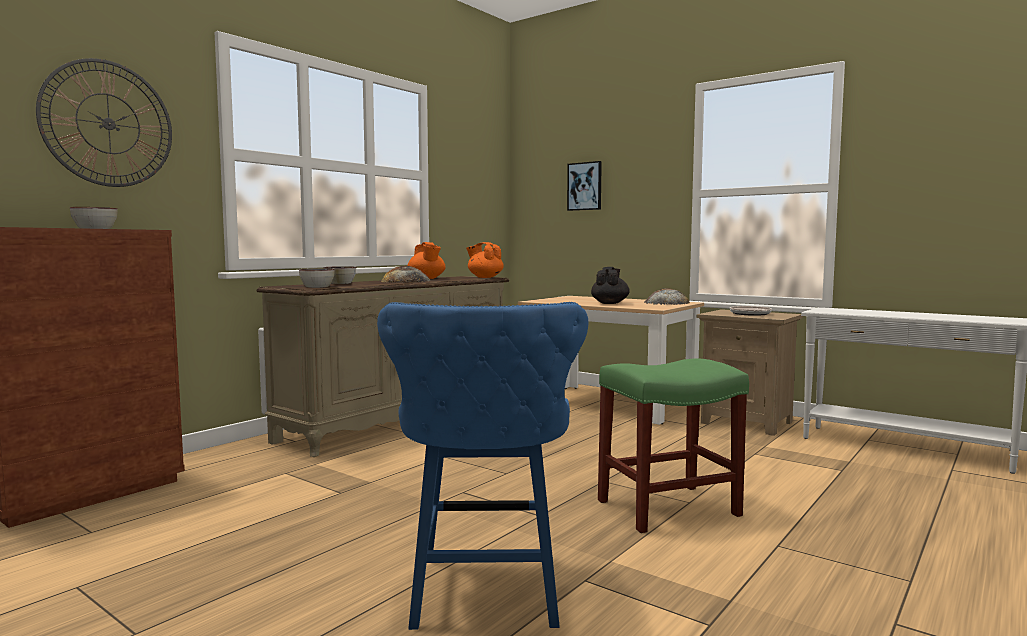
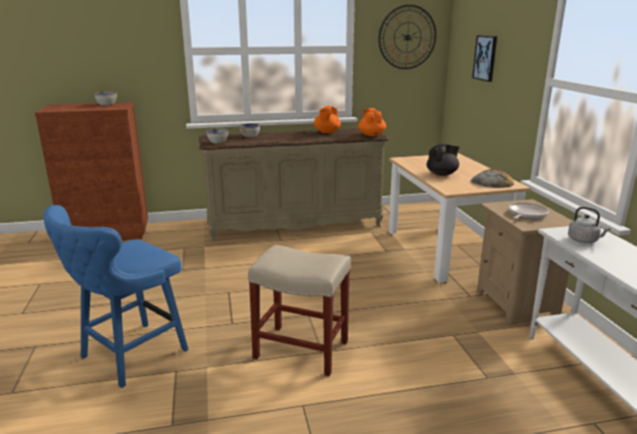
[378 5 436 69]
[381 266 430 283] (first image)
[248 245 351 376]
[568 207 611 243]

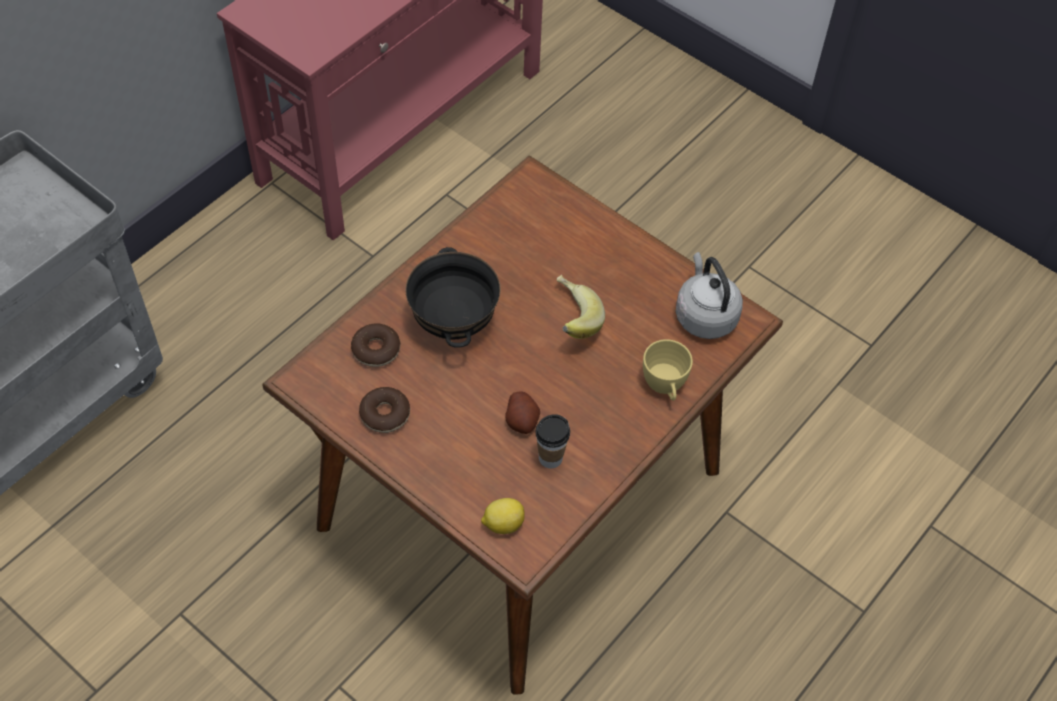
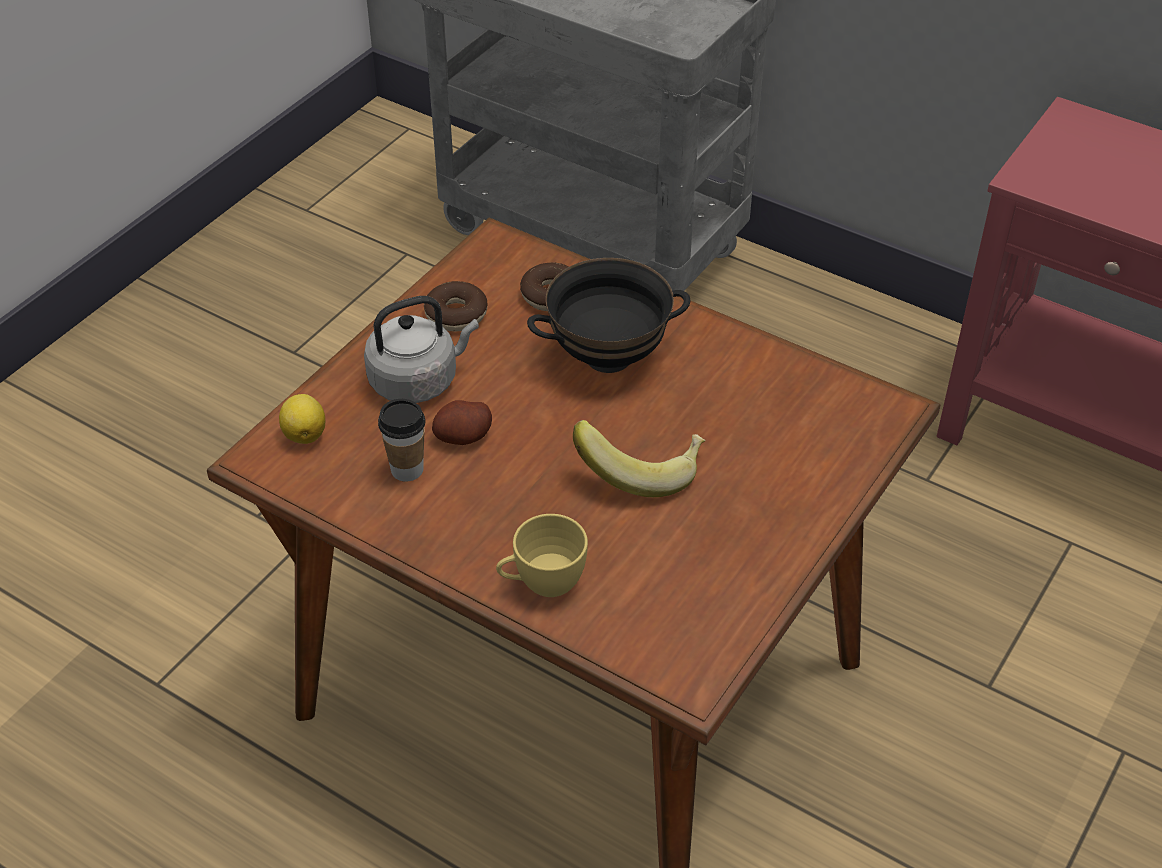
[364 296 479 403]

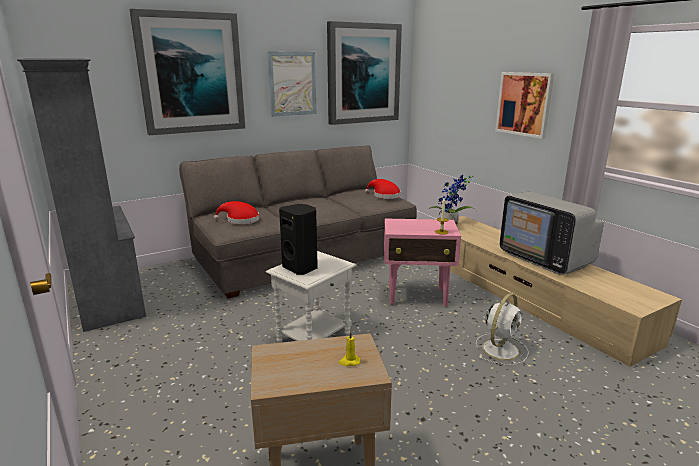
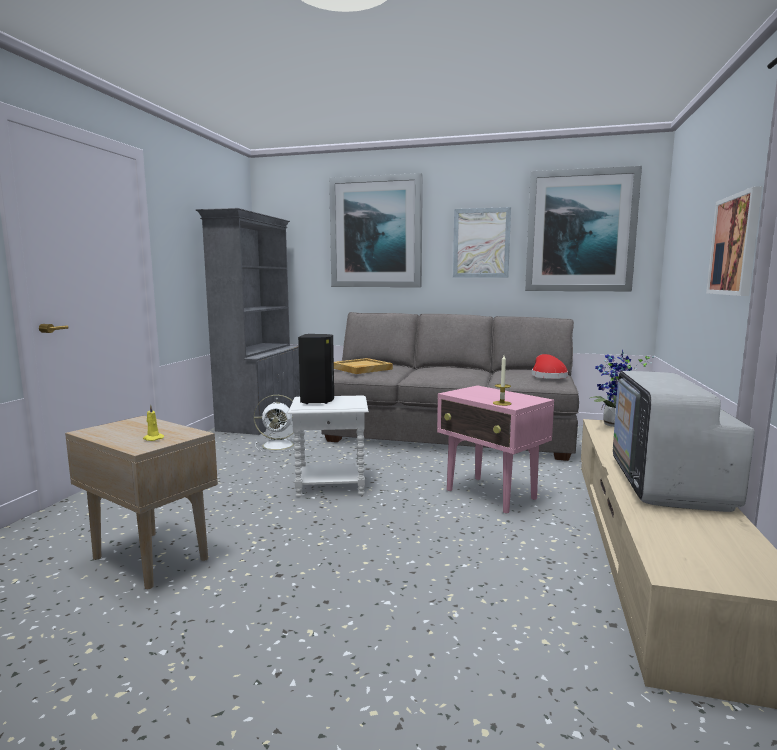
[334 358 393 374]
[254 395 294 452]

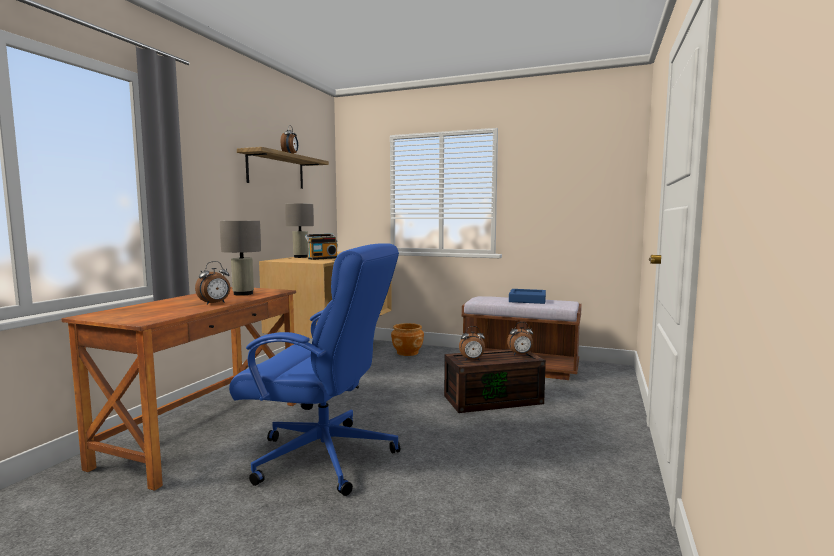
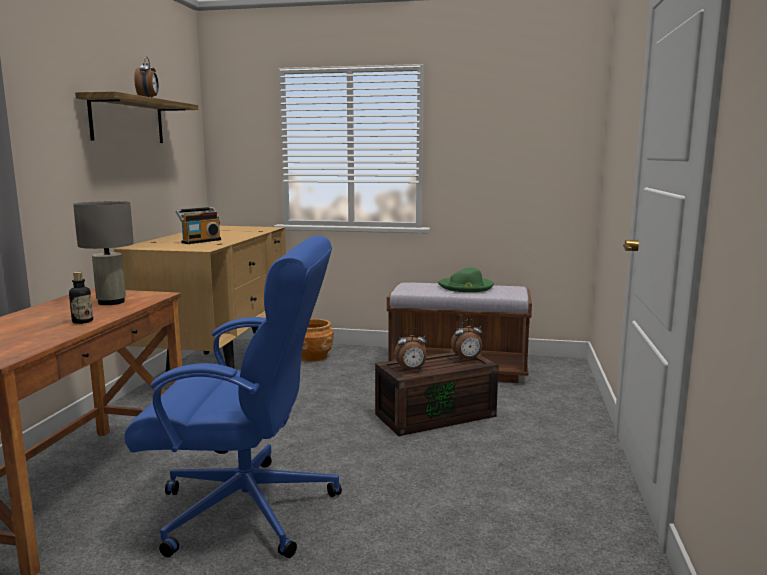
[285 203 314 258] (first image)
[69 272 93 324]
[438 268 494 292]

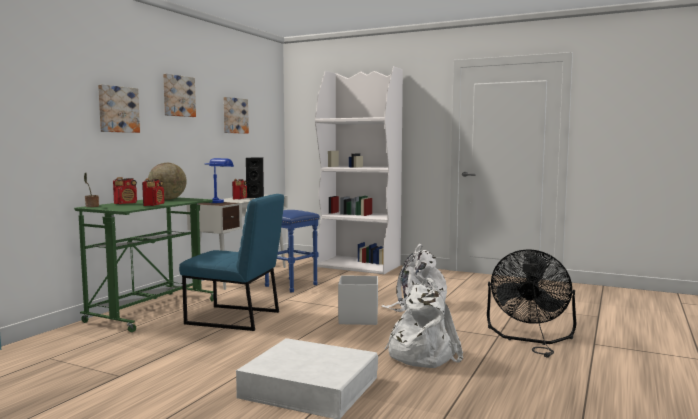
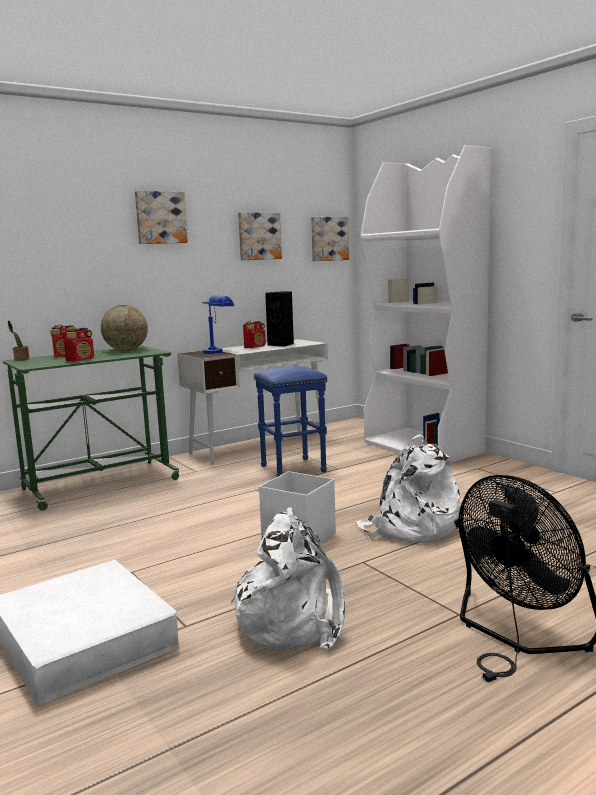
[311 217 349 261]
[179 194 284 331] (first image)

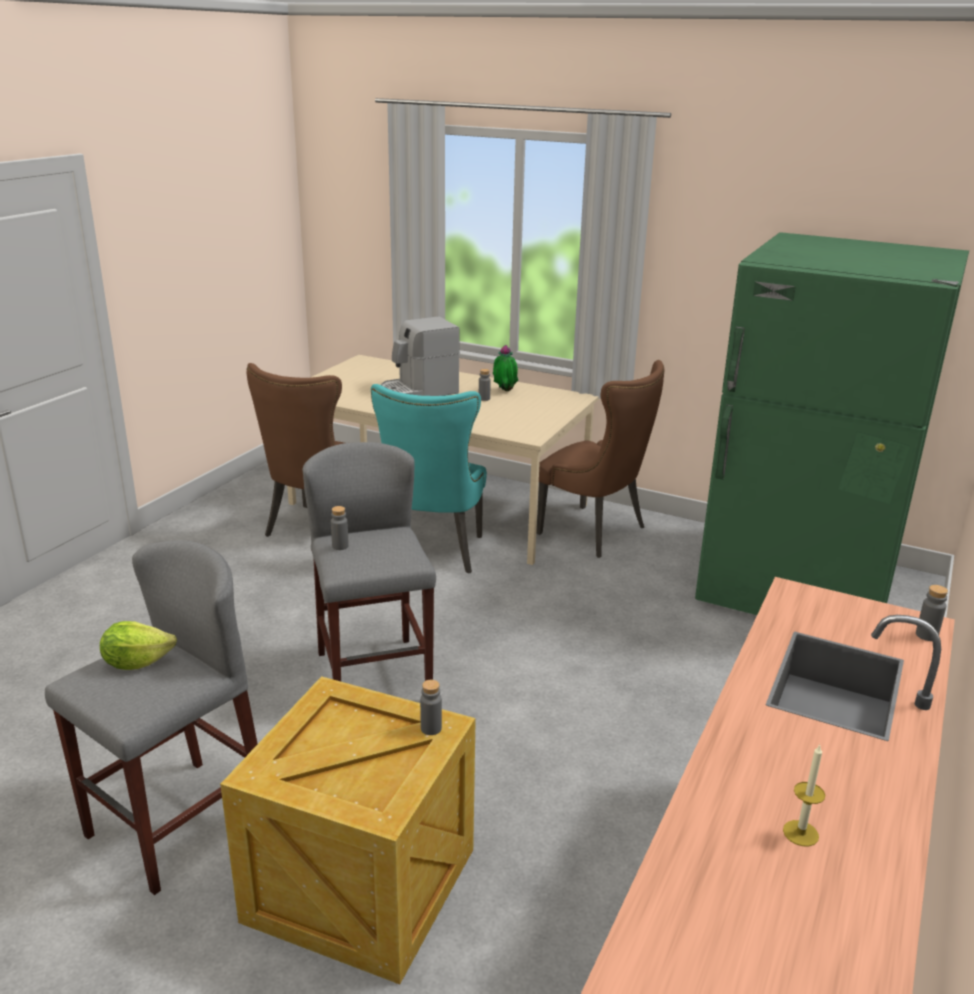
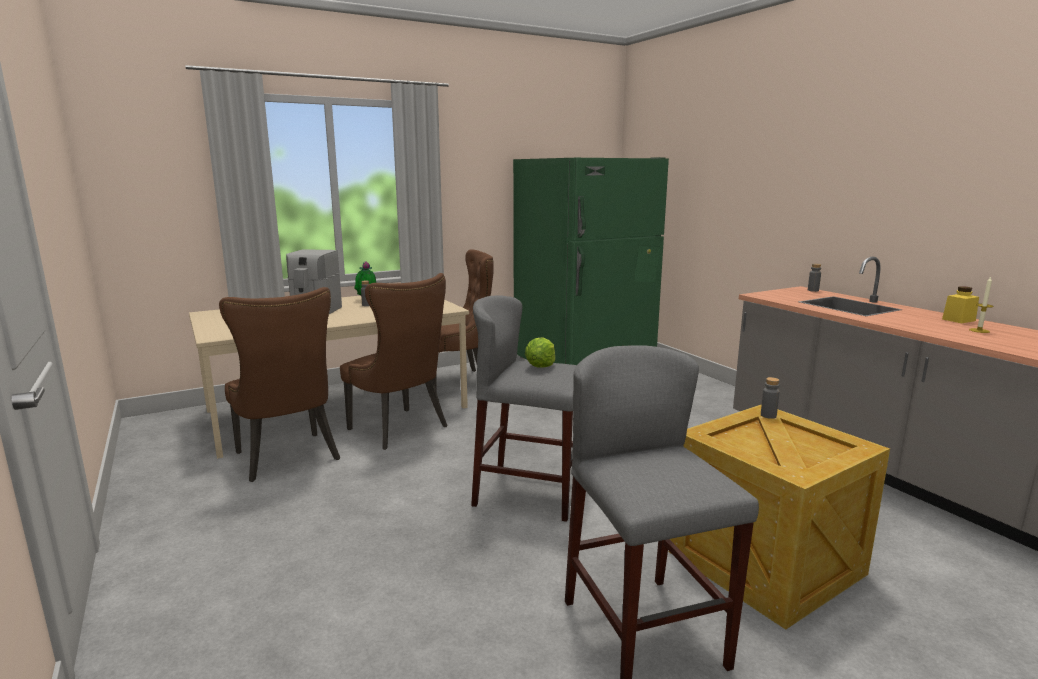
[340 273 447 450]
[331 506 349 550] (first image)
[525 337 555 368]
[942 286 979 323]

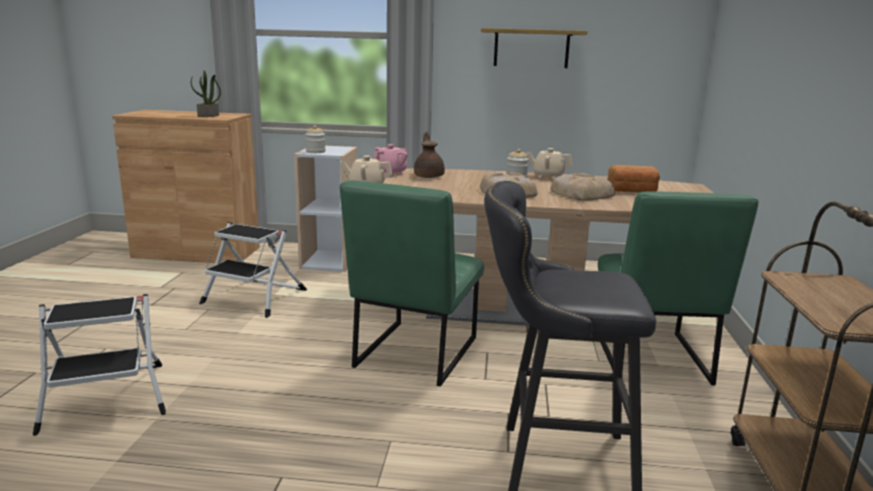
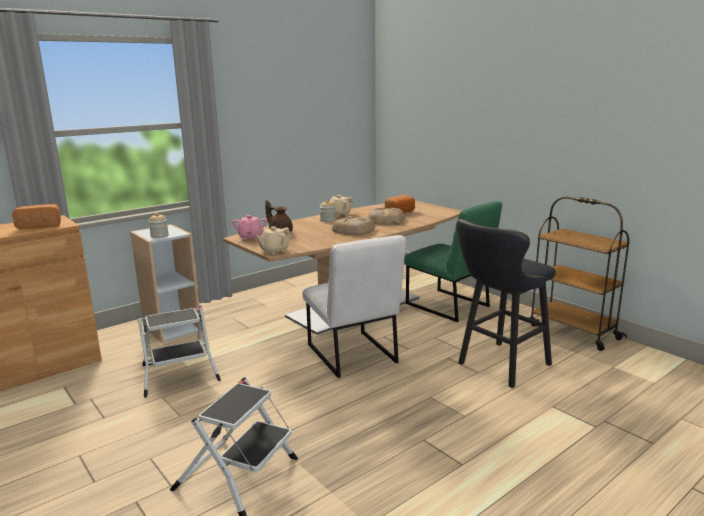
[481 28 588 68] (first image)
[12 204 61 229]
[303 235 406 378]

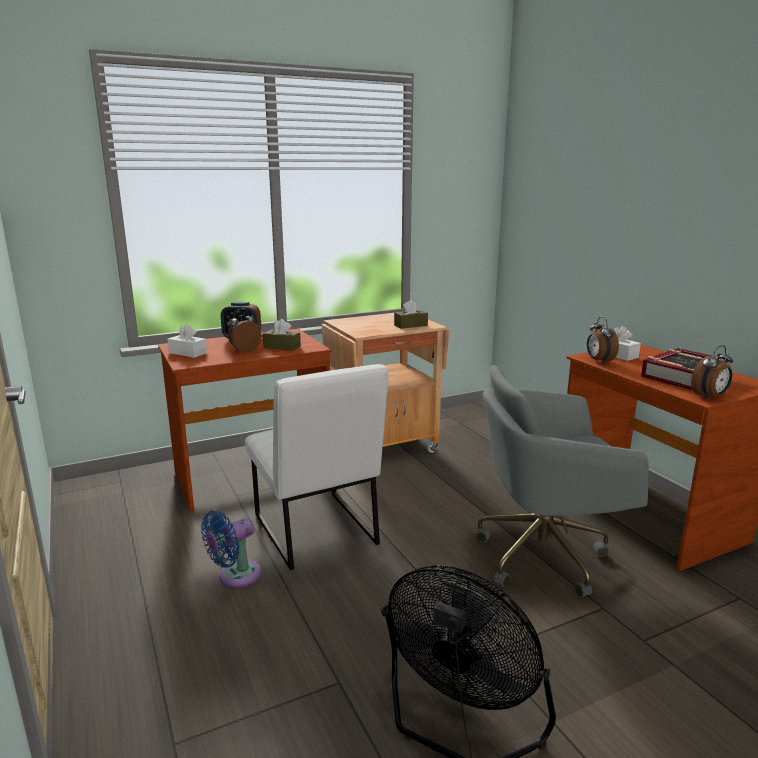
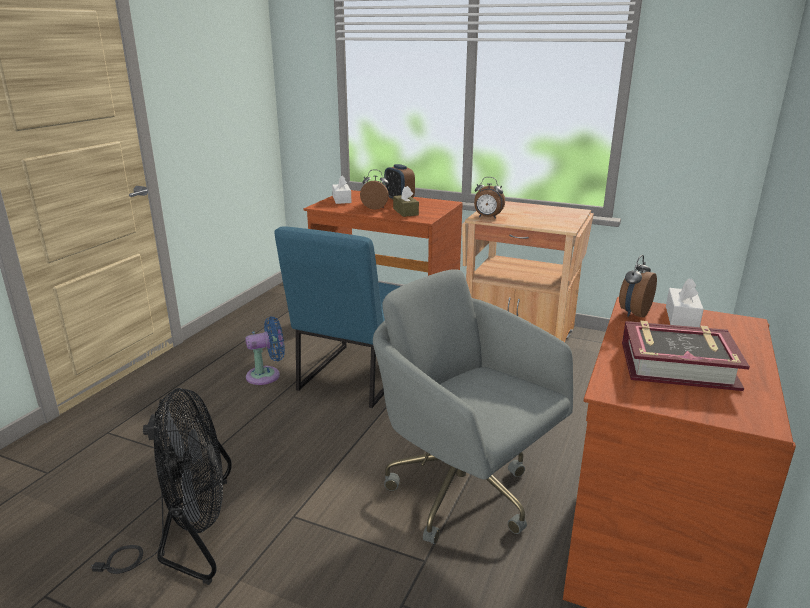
[394 300 428 329] (first image)
[474 177 505 219]
[274 226 401 408]
[245 316 285 385]

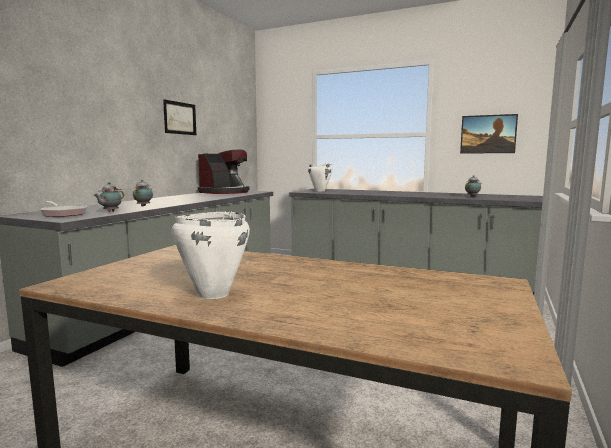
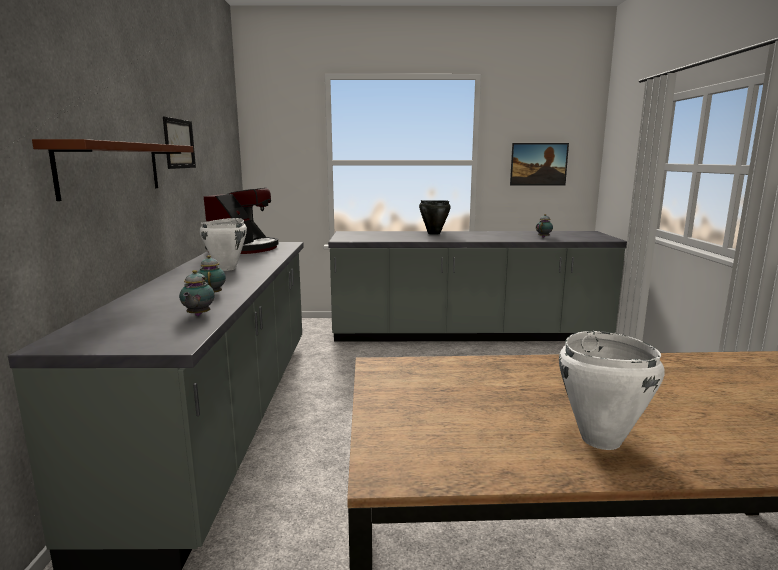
[200 218 247 271]
[40 201 87 217] (first image)
[32 139 194 201]
[419 200 451 235]

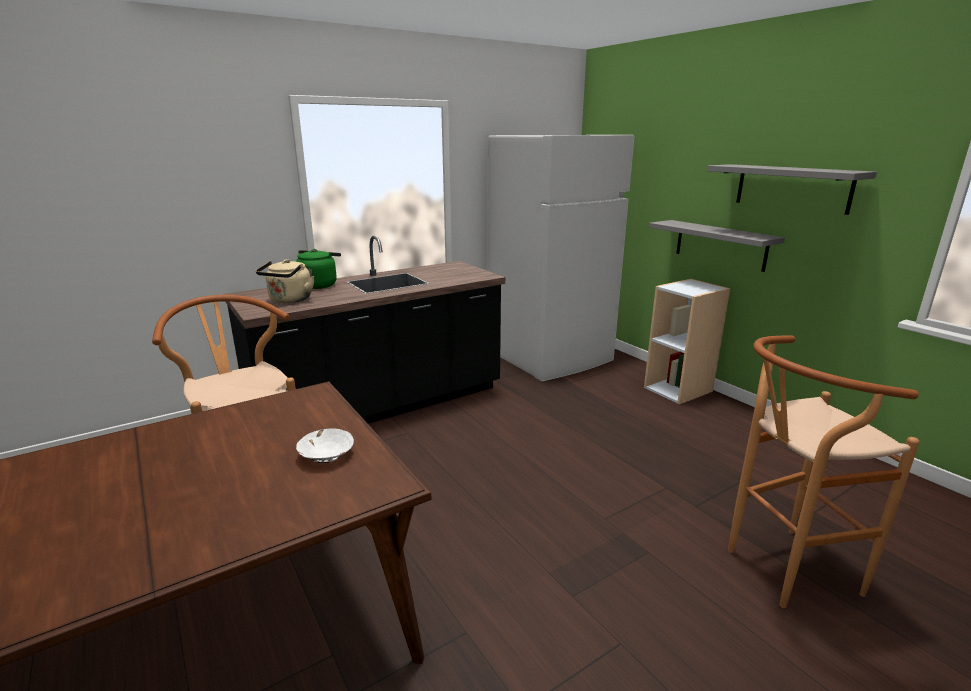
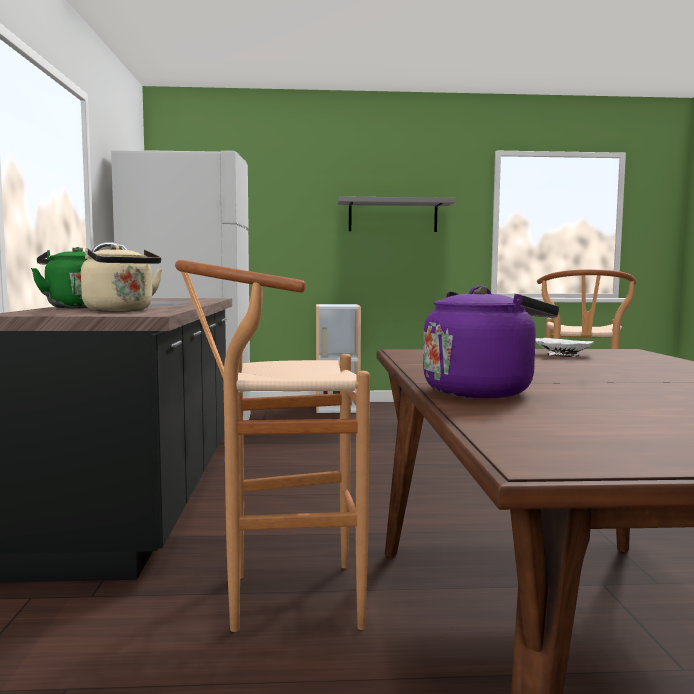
[649 220 785 272] (first image)
[423 286 559 398]

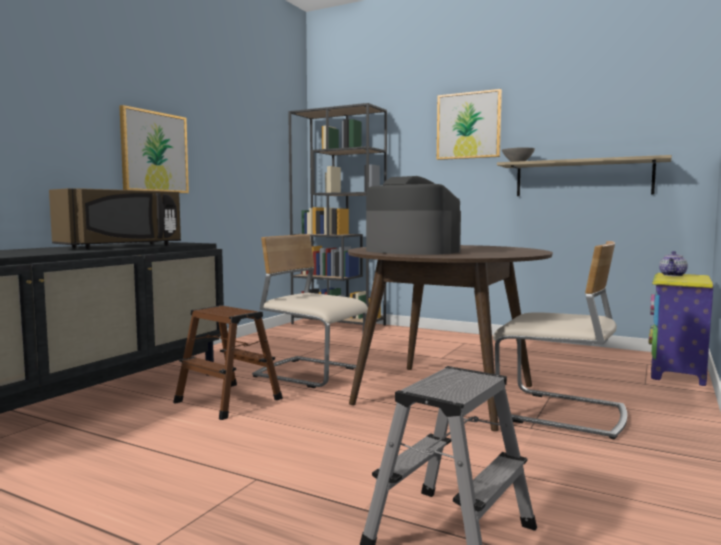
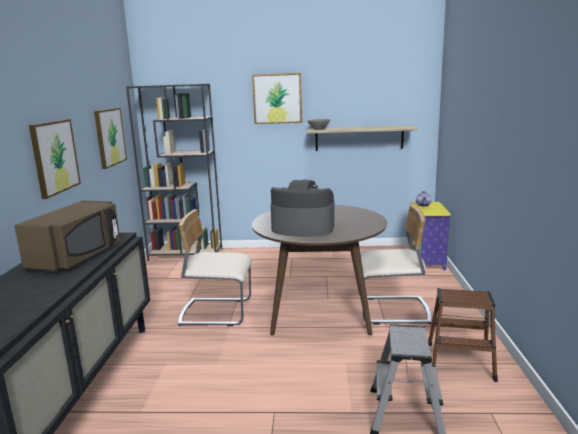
[428 288 498 382]
[94 108 127 169]

